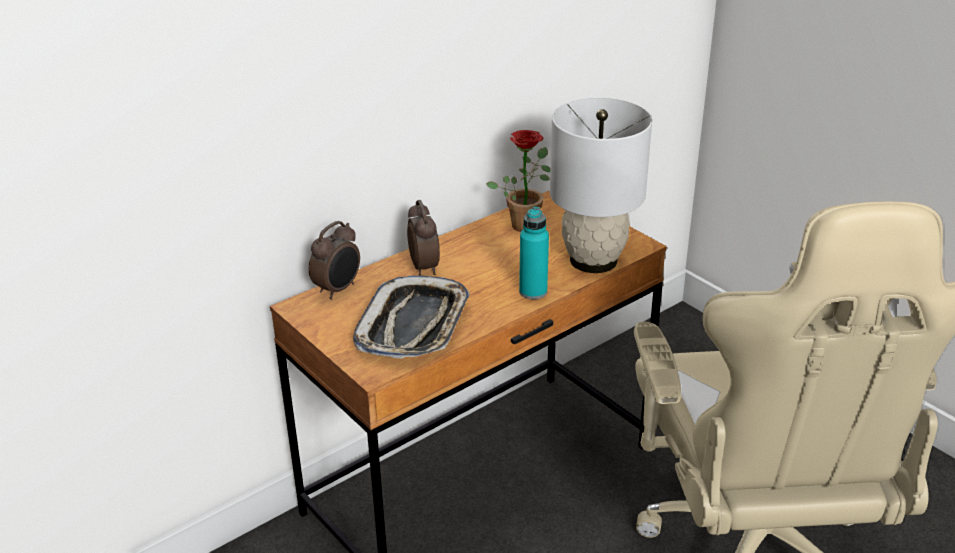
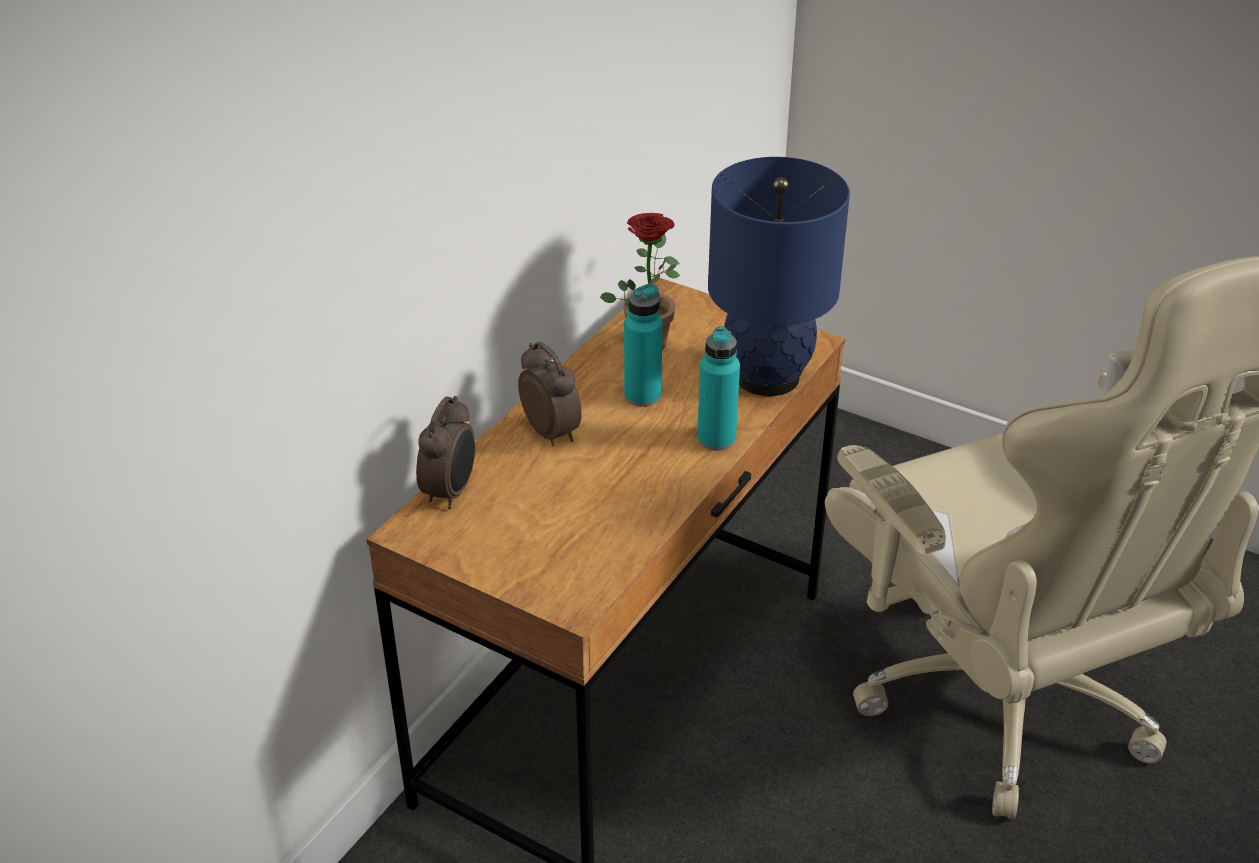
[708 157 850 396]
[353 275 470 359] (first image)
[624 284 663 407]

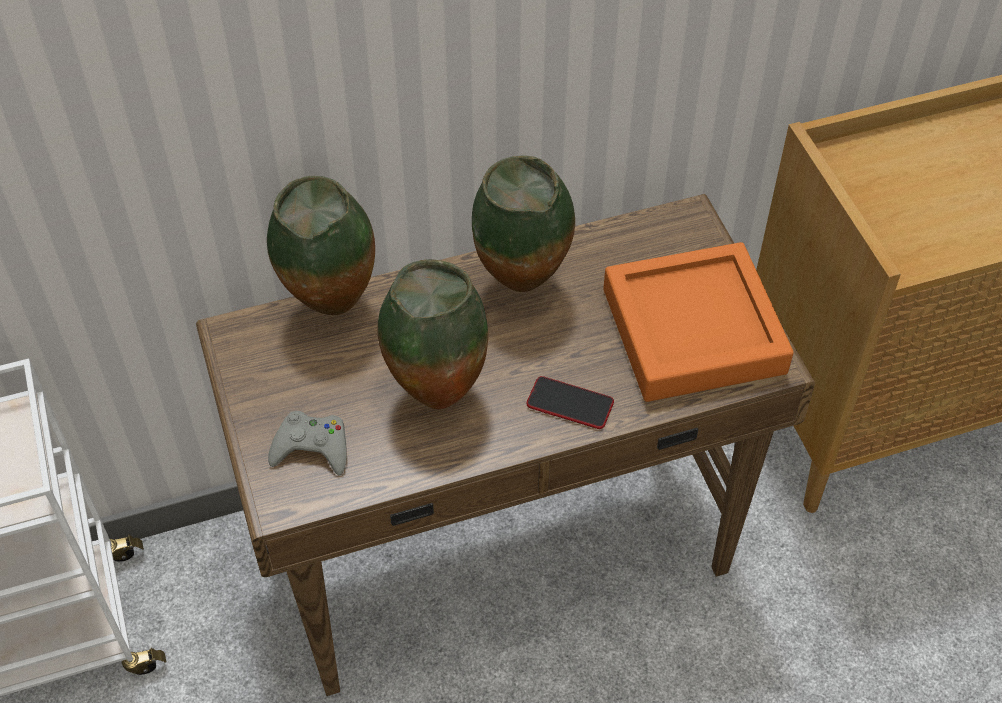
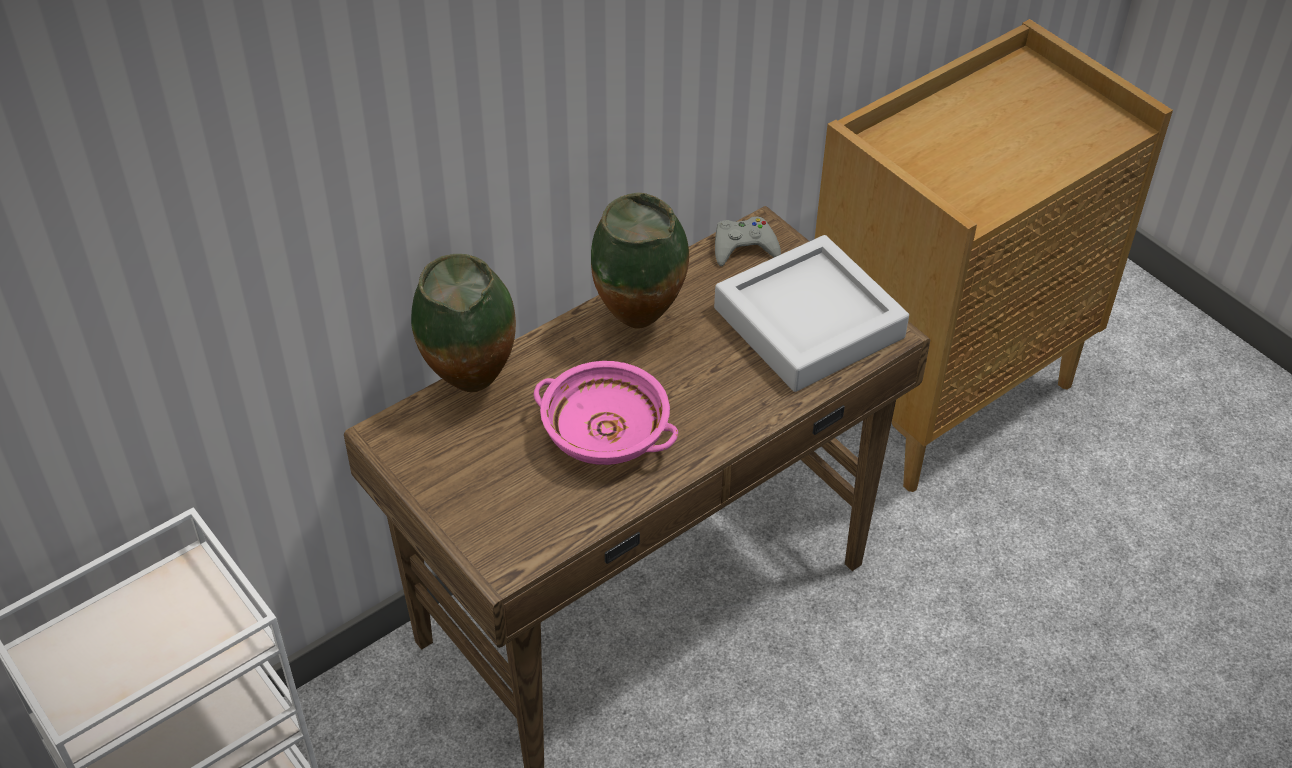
[714 235 909 392]
[534 361 678 465]
[526 376 614 429] (first image)
[715 217 781 266]

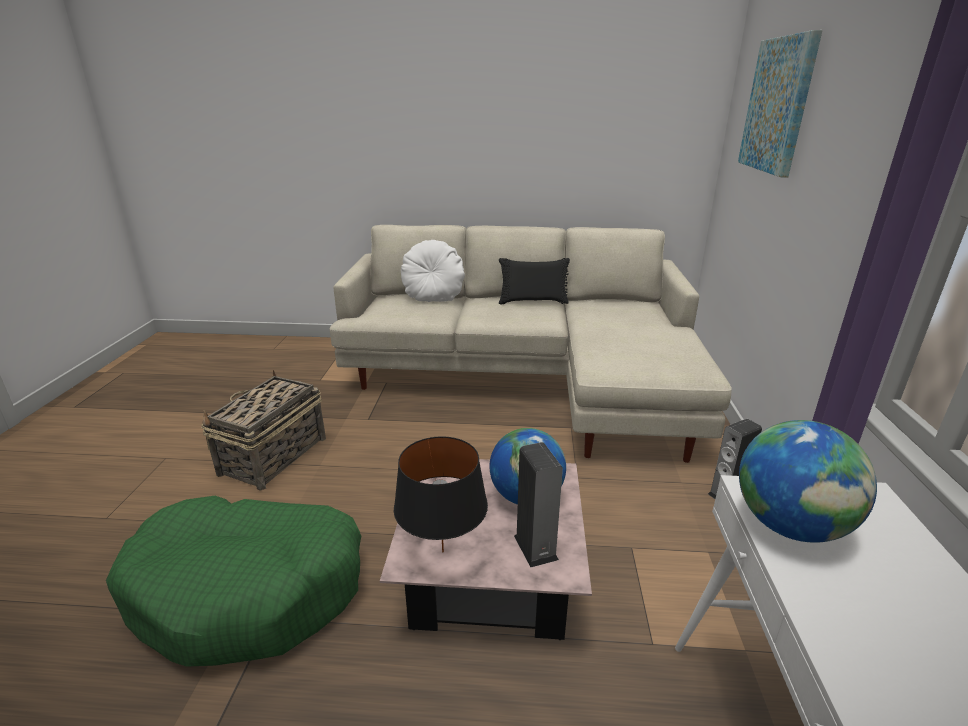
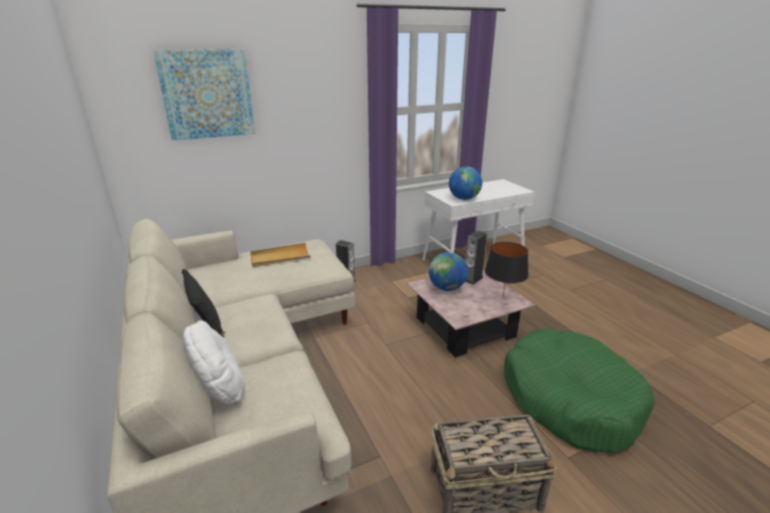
[250 243 310 267]

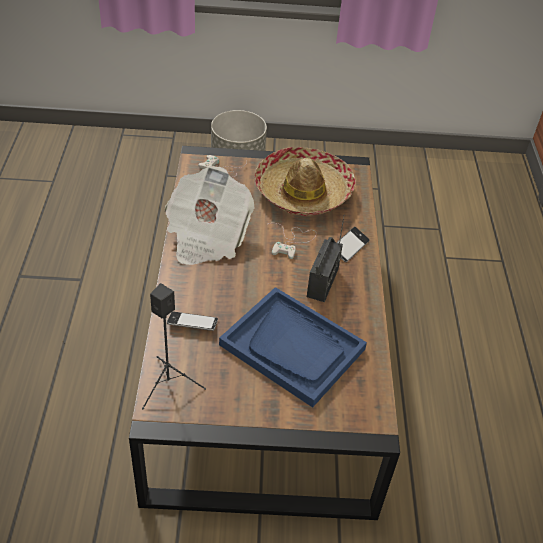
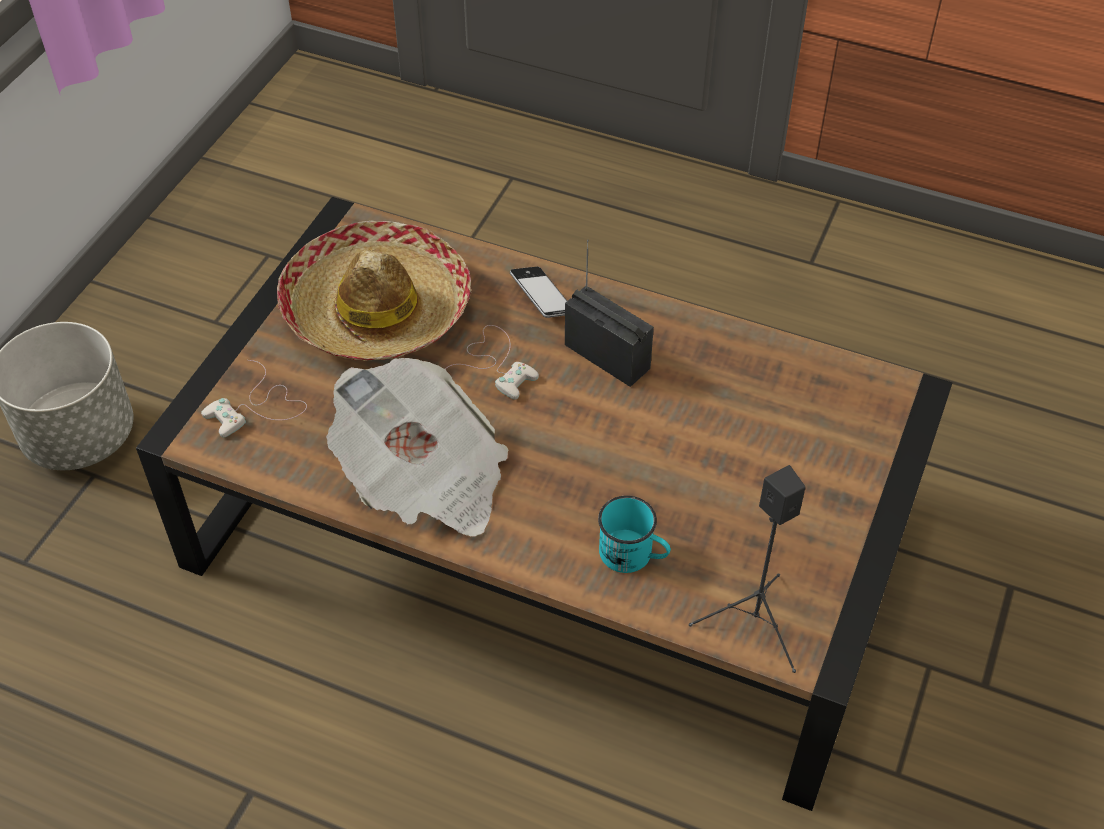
[219 287 367 408] (first image)
[598 496 671 573]

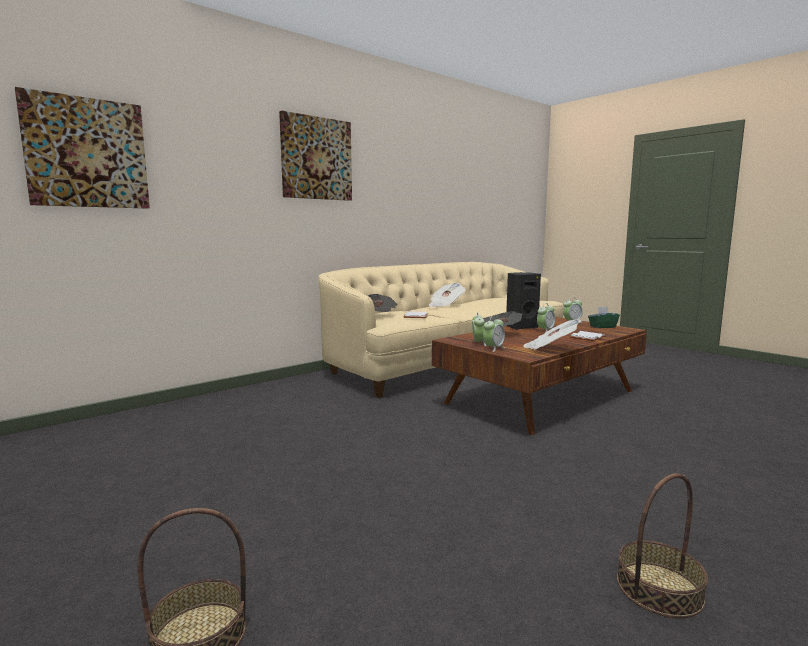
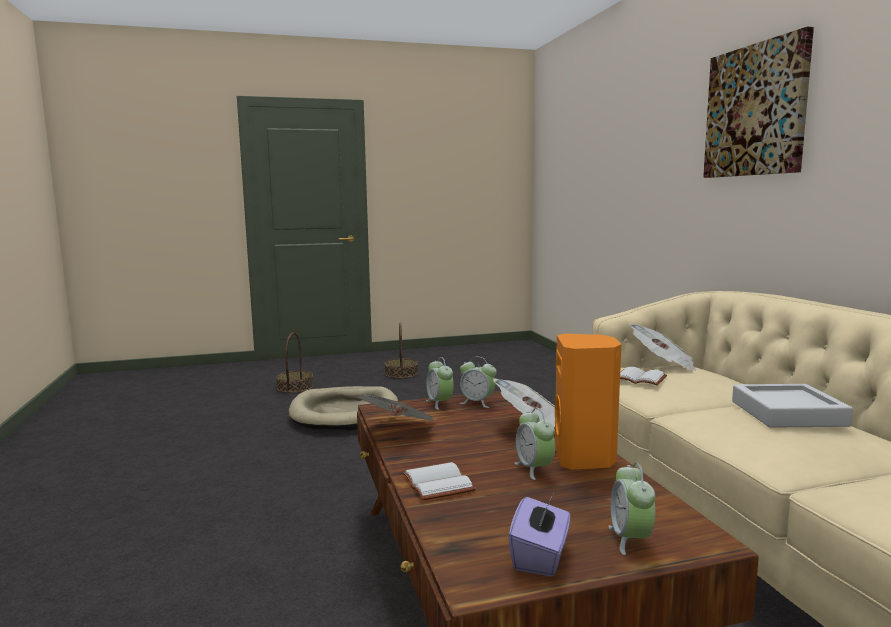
[15 87 150 209] (first image)
[555 334 621 470]
[732 384 853 428]
[508 495 570 577]
[384 322 418 378]
[289 386 398 430]

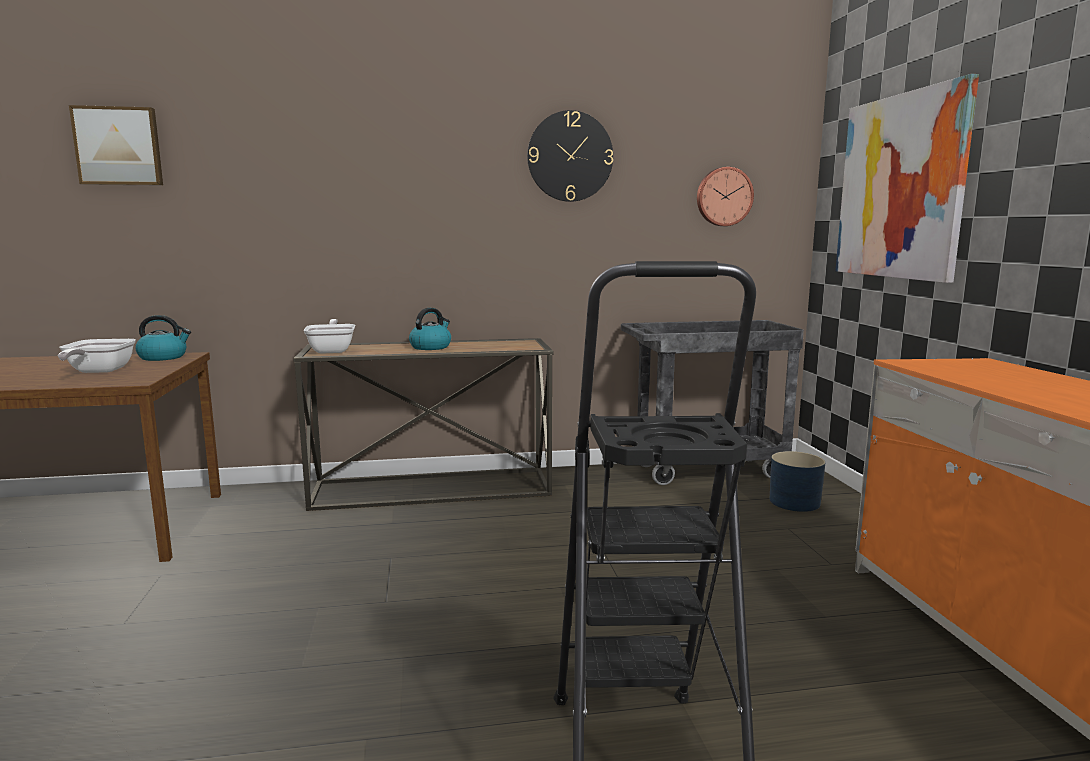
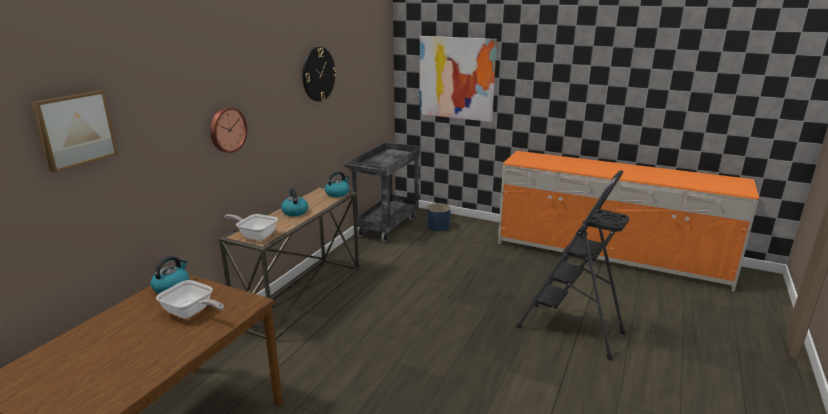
[210 107 247 153]
[325 171 350 197]

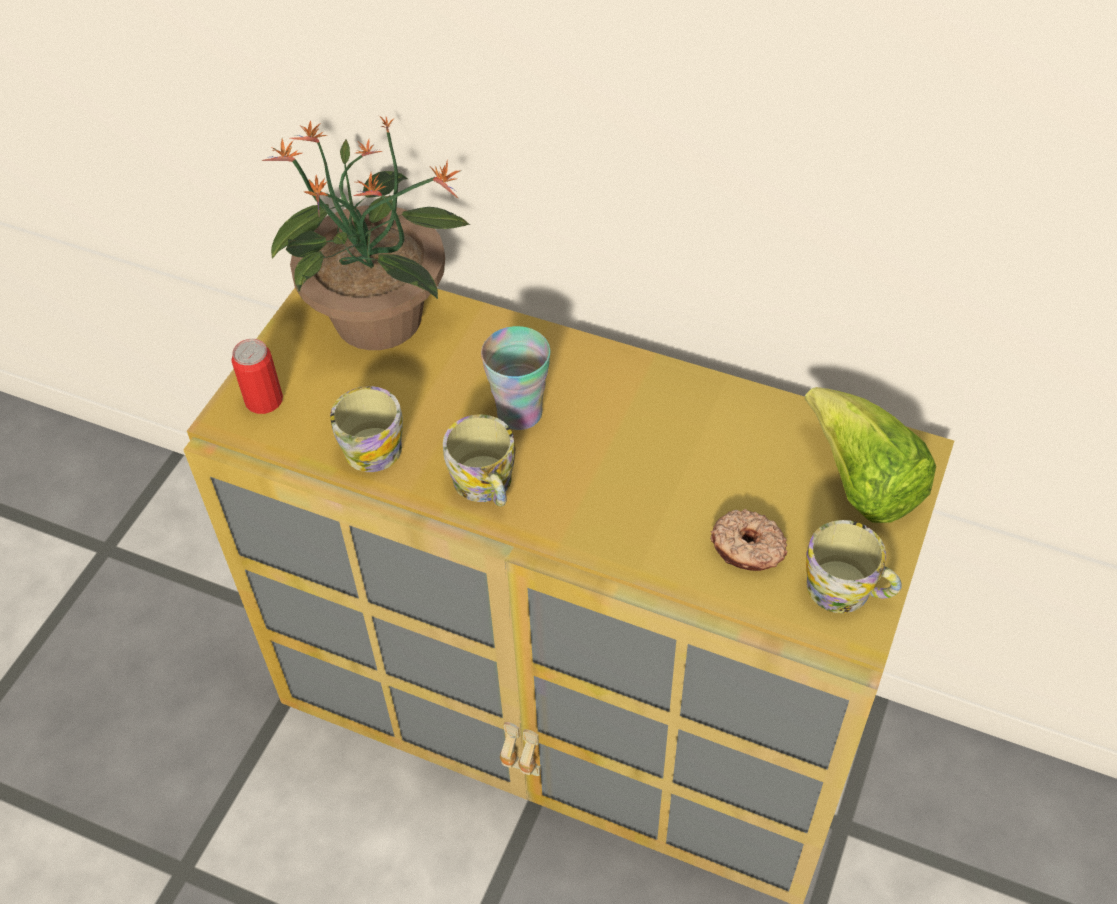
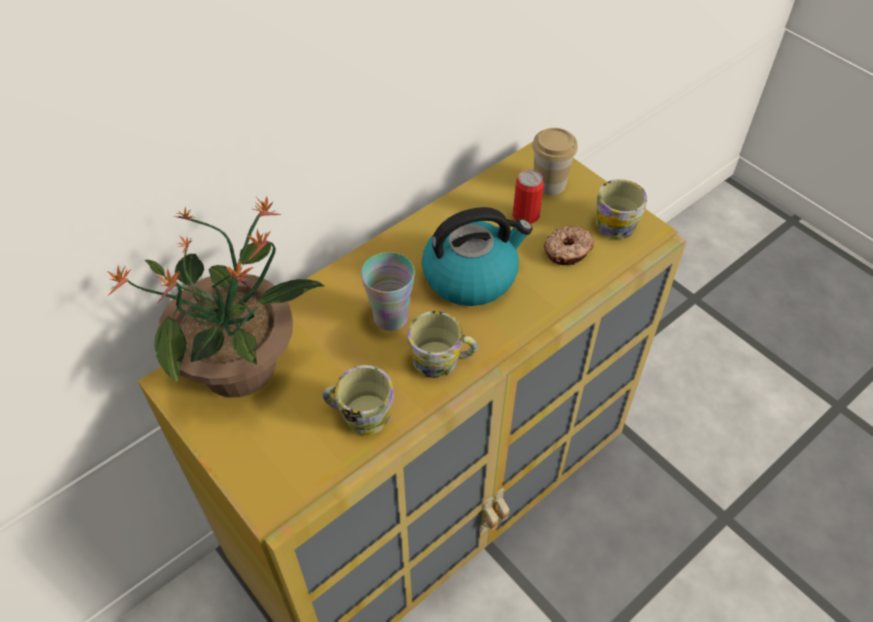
[513 170 544 224]
[532 128 578 195]
[422 207 532 306]

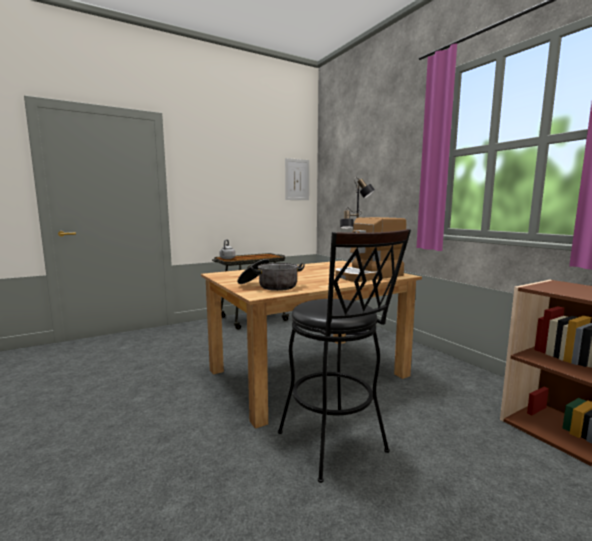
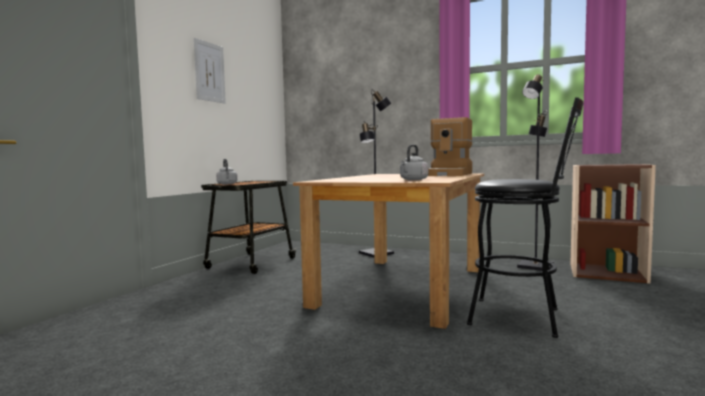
[194 38 226 104]
[400 145 429 180]
[517 74 554 271]

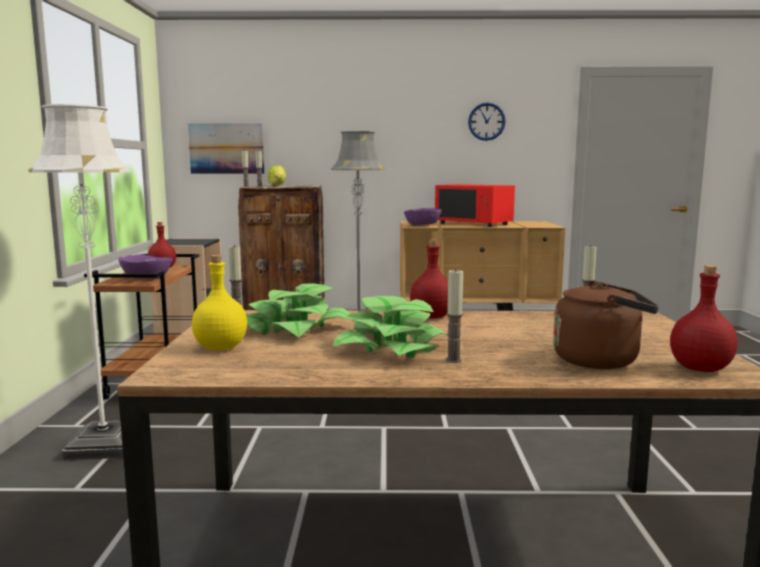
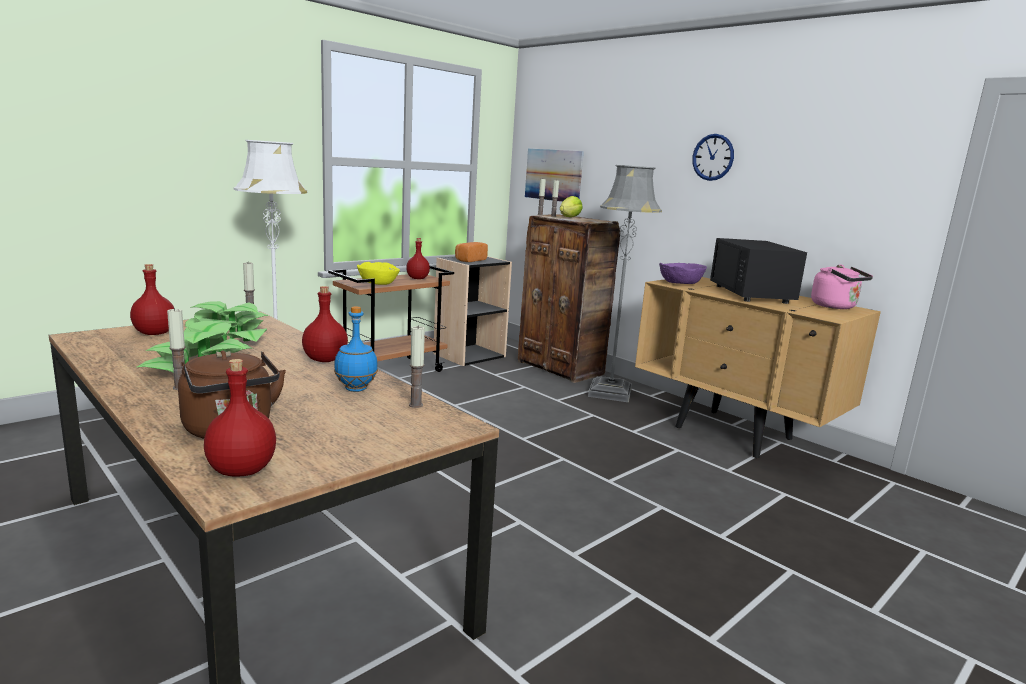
[692 134 734 181]
[710 238 807 304]
[357 262 400 285]
[130 264 174 335]
[455 242 488 262]
[811 264 873 309]
[334 306 378 392]

